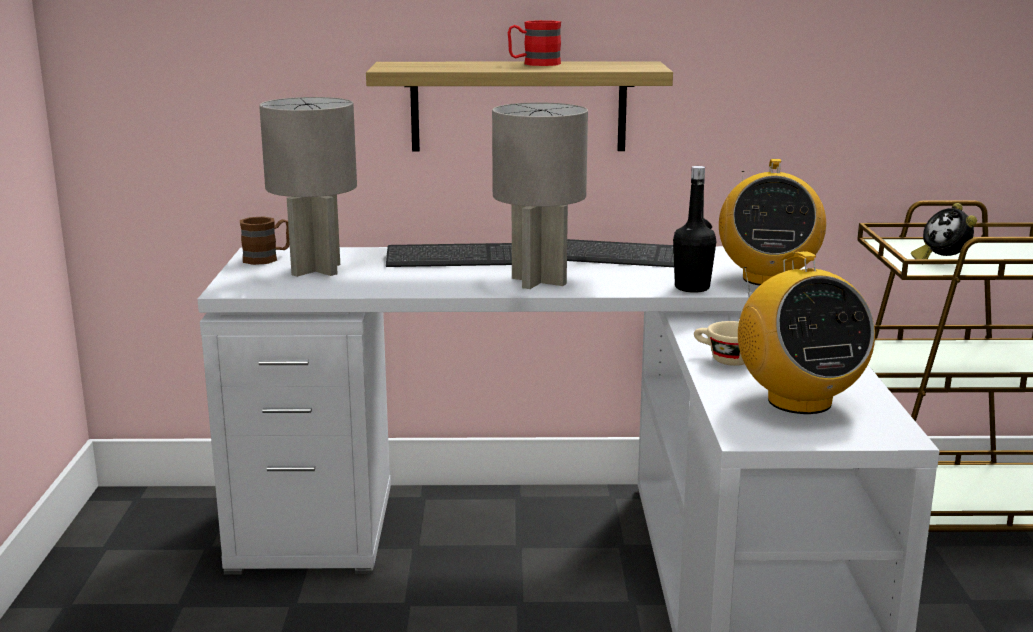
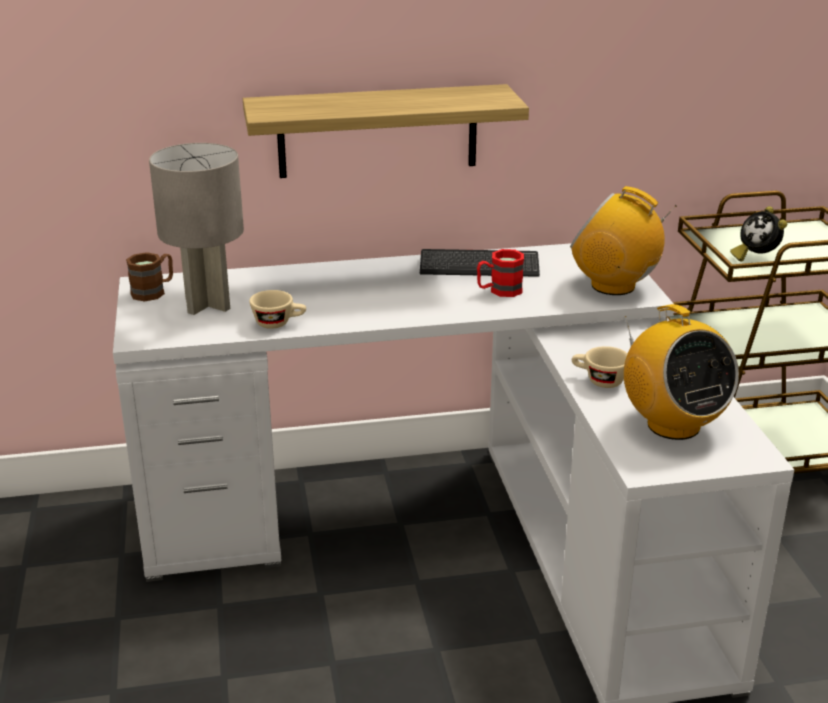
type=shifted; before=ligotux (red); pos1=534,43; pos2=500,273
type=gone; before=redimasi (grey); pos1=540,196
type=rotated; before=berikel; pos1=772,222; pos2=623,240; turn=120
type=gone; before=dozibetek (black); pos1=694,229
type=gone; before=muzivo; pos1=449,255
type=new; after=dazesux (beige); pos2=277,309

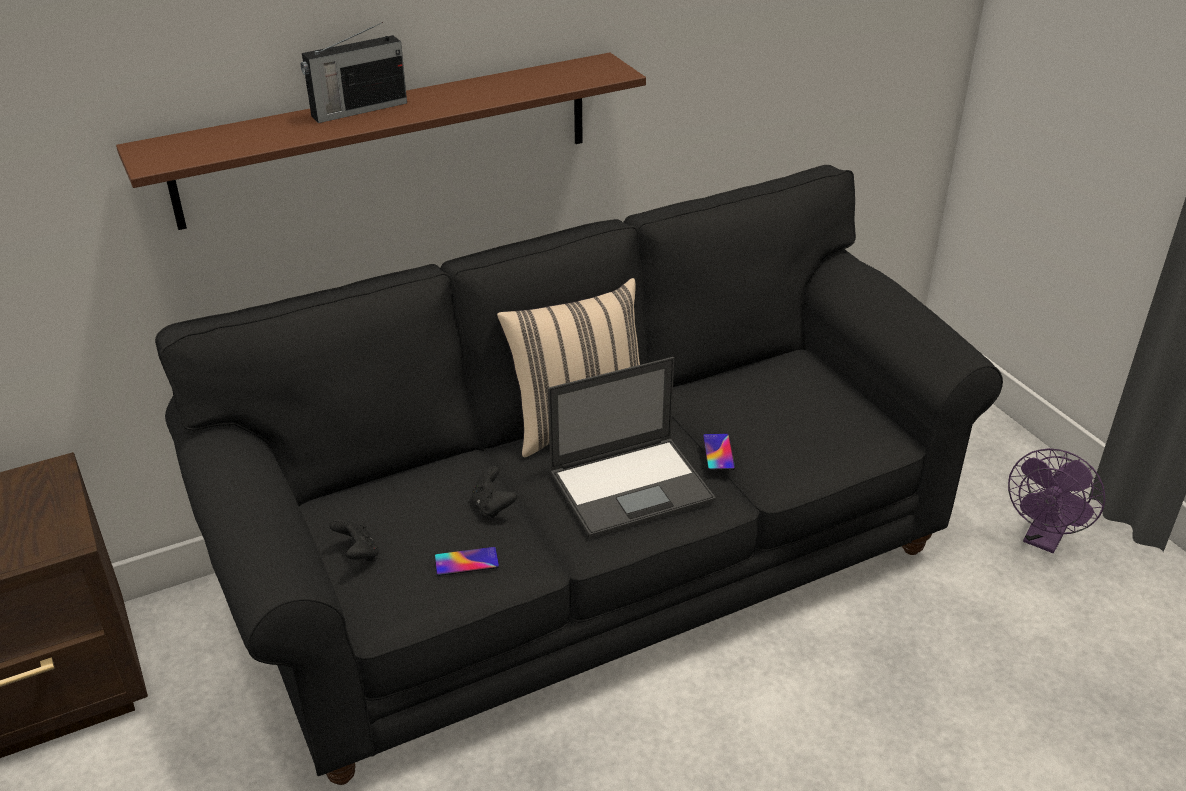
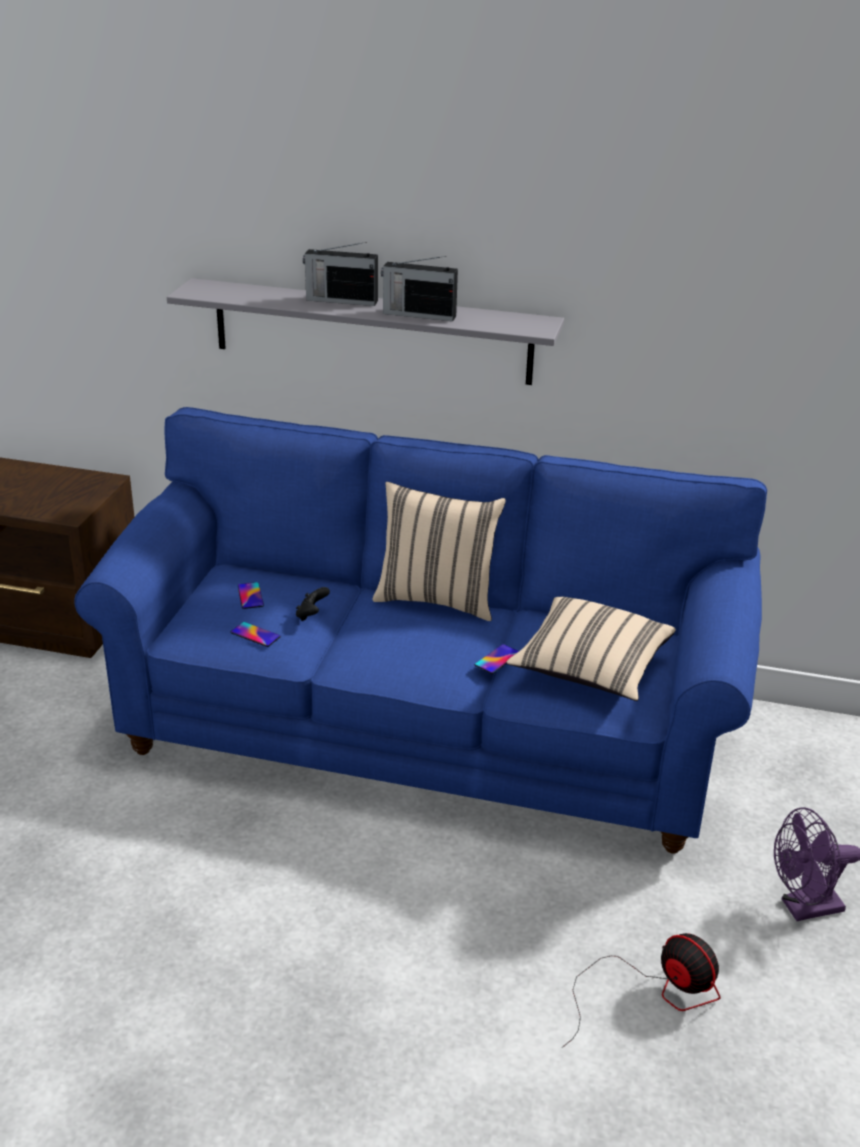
type=repainted; before=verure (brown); after=verure (grey); pos1=381,141; pos2=365,331
type=repainted; before=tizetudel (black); after=tizetudel (blue); pos1=579,475; pos2=420,630
type=gone; before=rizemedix; pos1=632,448
type=gone; before=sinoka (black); pos1=354,539
type=new; after=berikel; pos2=419,288
type=new; after=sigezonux; pos2=250,595
type=new; after=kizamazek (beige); pos2=591,649
type=new; after=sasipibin; pos2=641,990

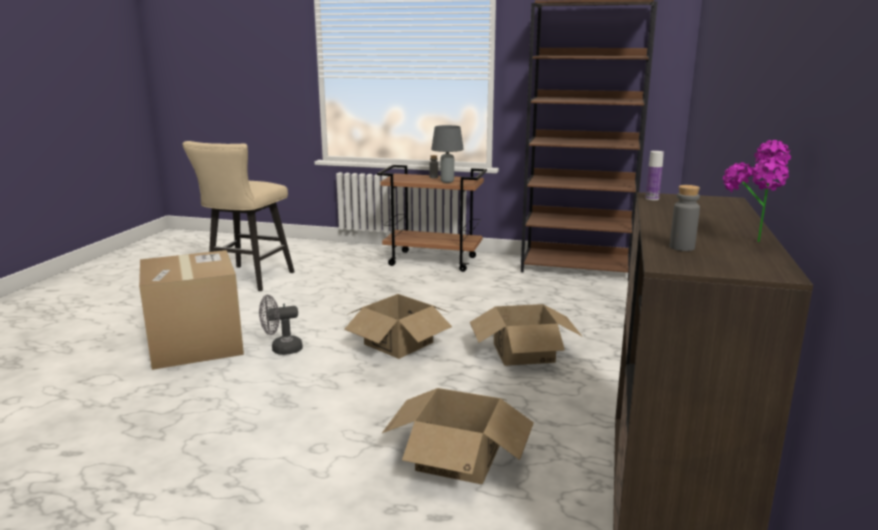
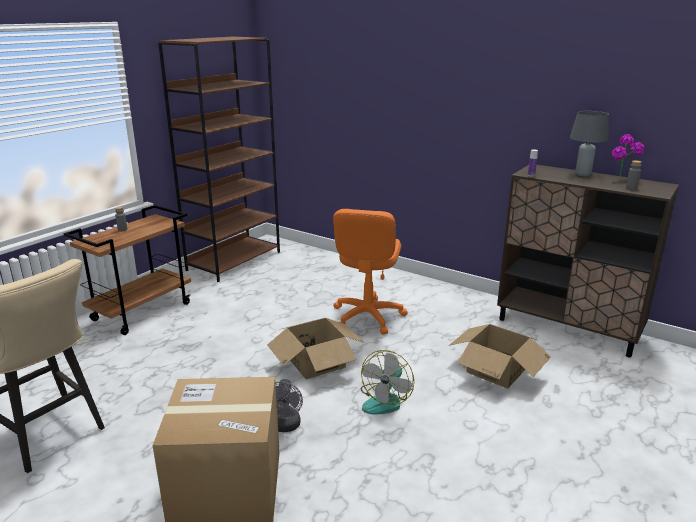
type=shifted; before=redimasi (grey); pos1=447,154; pos2=589,143
type=swapped; before=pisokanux; after=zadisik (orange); pos1=526,335; pos2=370,271
type=new; after=sasipibin; pos2=387,382

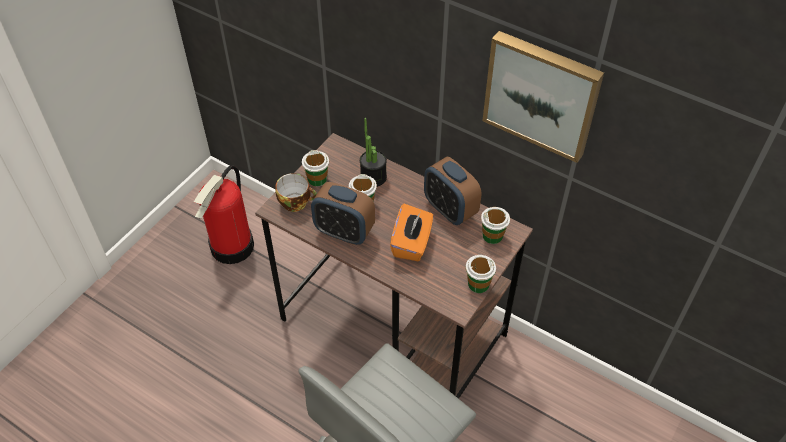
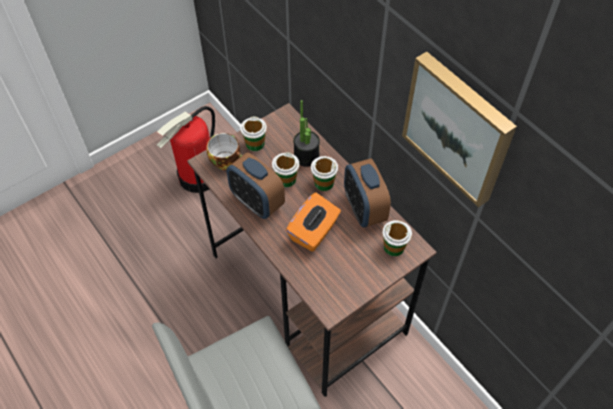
type=shifted; before=dazesux; pos1=481,274; pos2=324,173

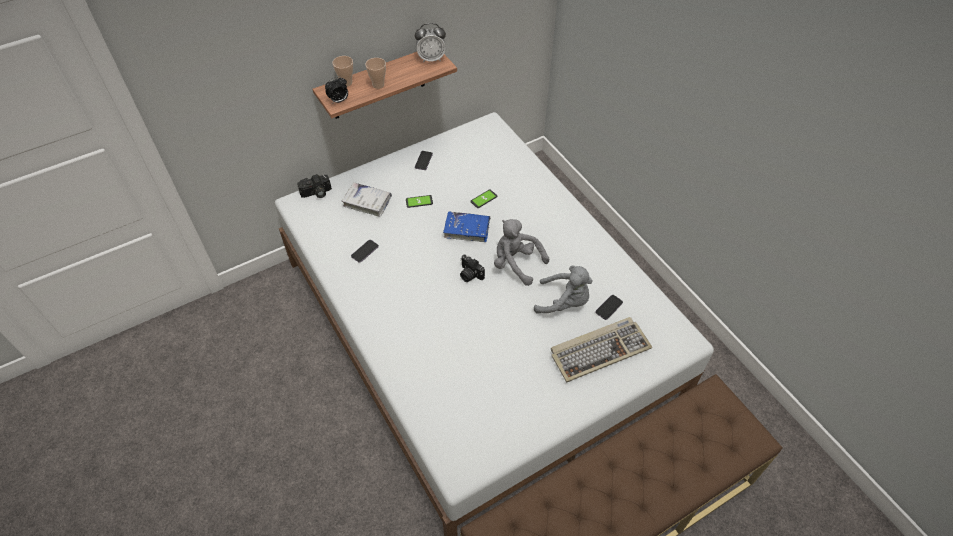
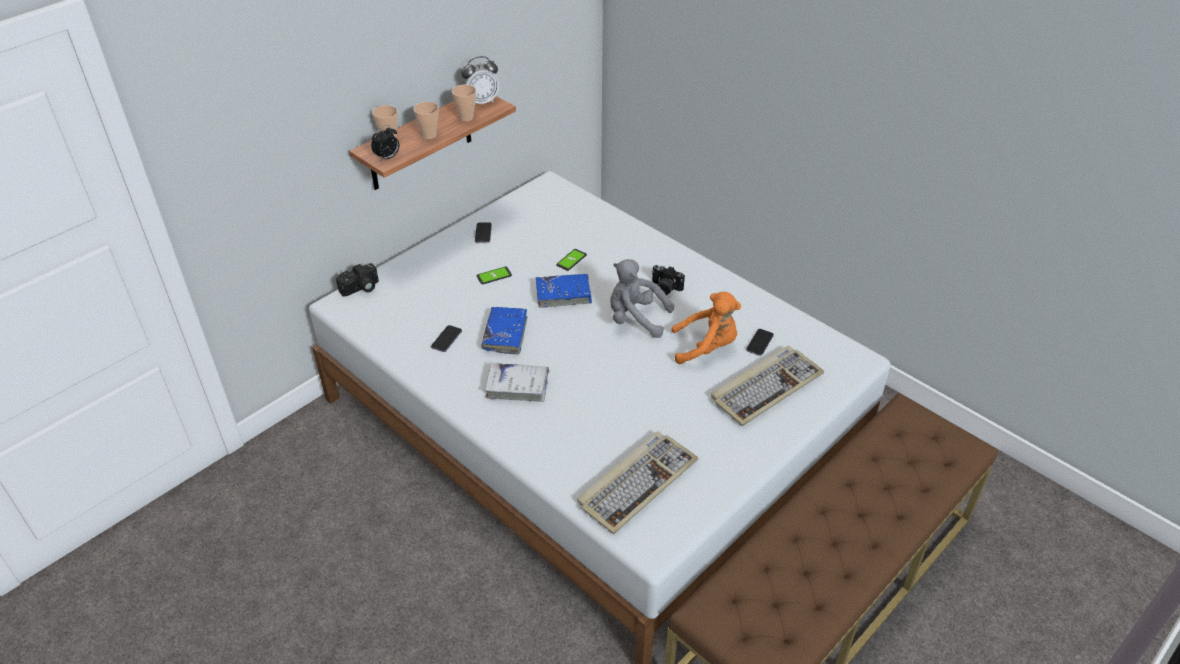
type=shifted; before=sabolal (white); pos1=367,199; pos2=516,382
type=shifted; before=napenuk; pos1=472,268; pos2=668,280
type=repainted; before=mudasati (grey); after=mudasati (orange); pos1=563,289; pos2=706,328
type=new; after=dazesux; pos2=464,102
type=new; after=sabolal (blue); pos2=504,331
type=new; after=muzivo; pos2=637,482

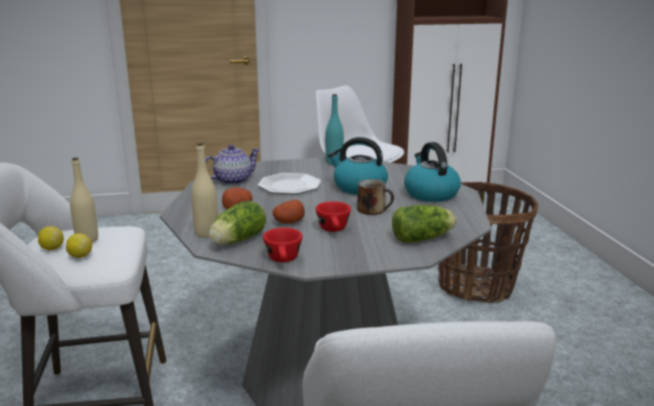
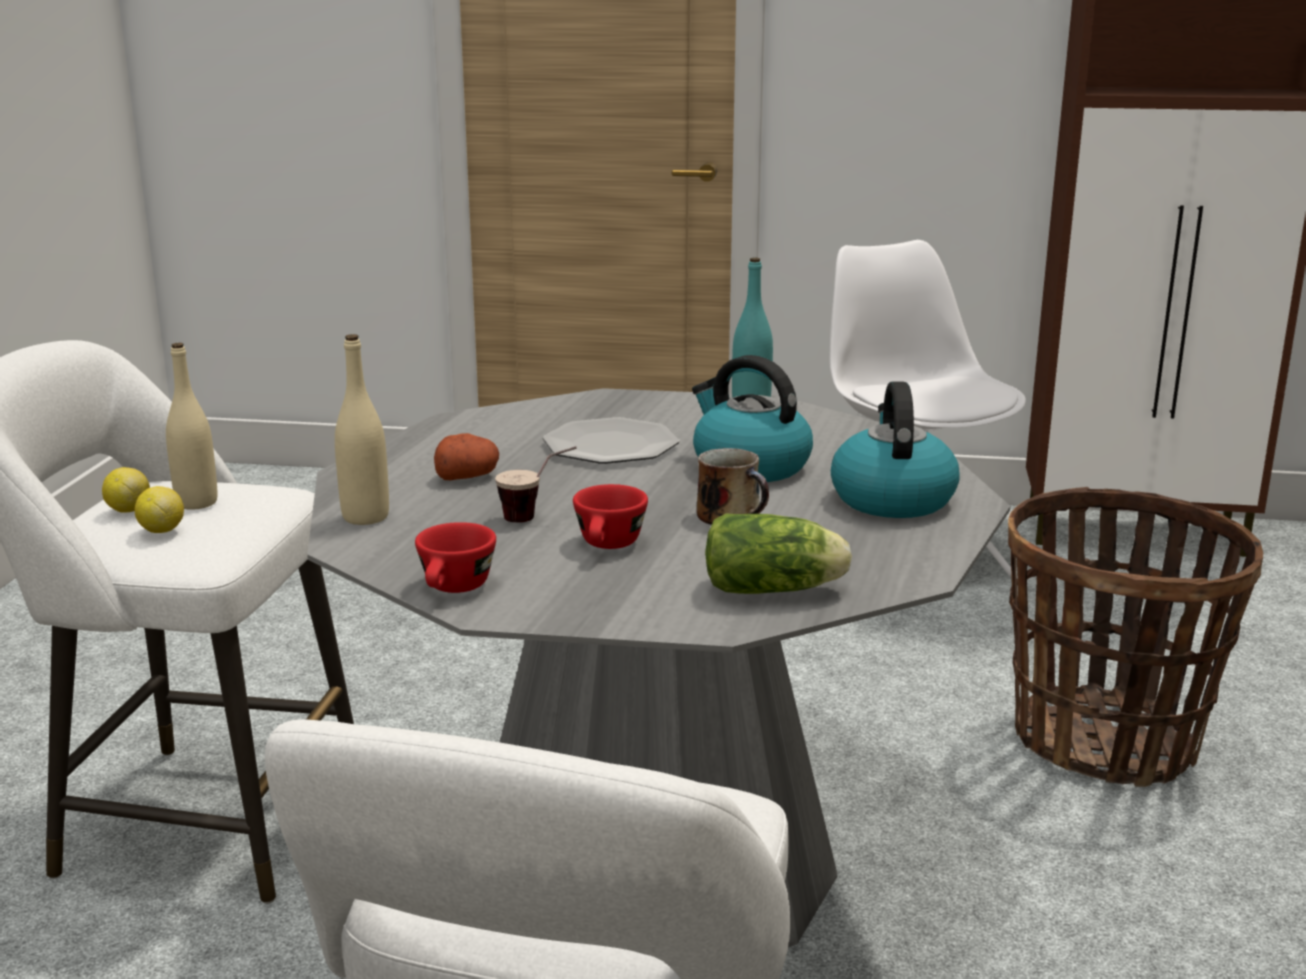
type=gone; before=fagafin; pos1=232,165
type=swapped; before=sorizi; after=dazesux; pos1=289,211; pos2=536,484
type=gone; before=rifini; pos1=237,223

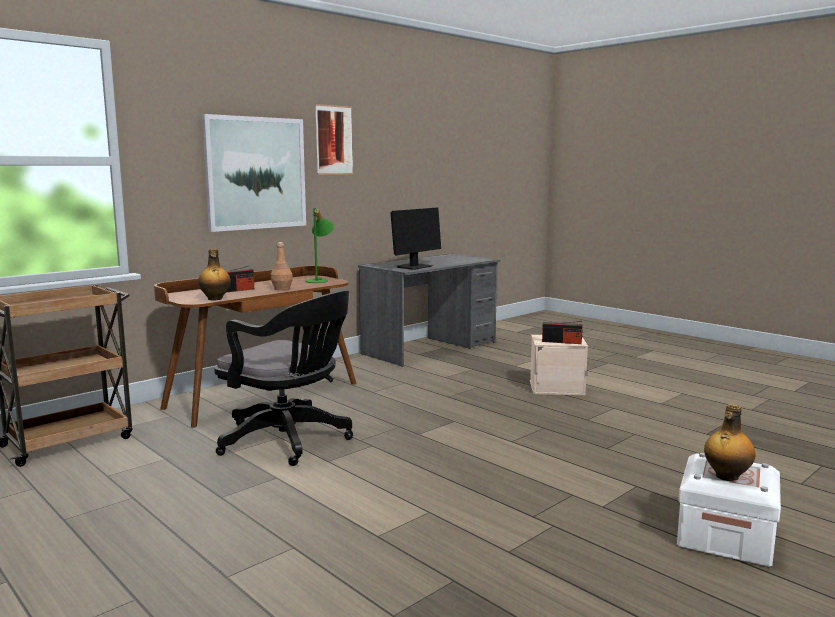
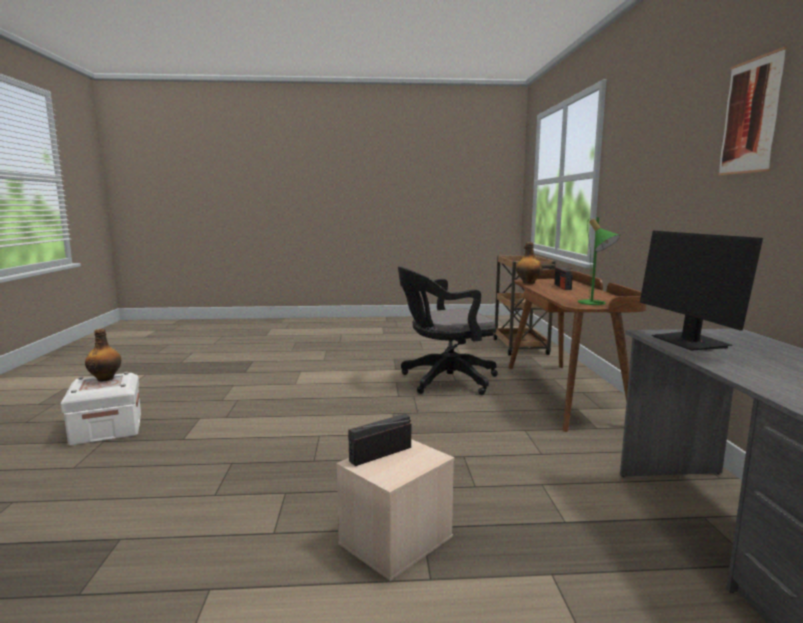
type=gone; before=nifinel; pos1=254,173
type=gone; before=dozibetek (brown); pos1=282,266

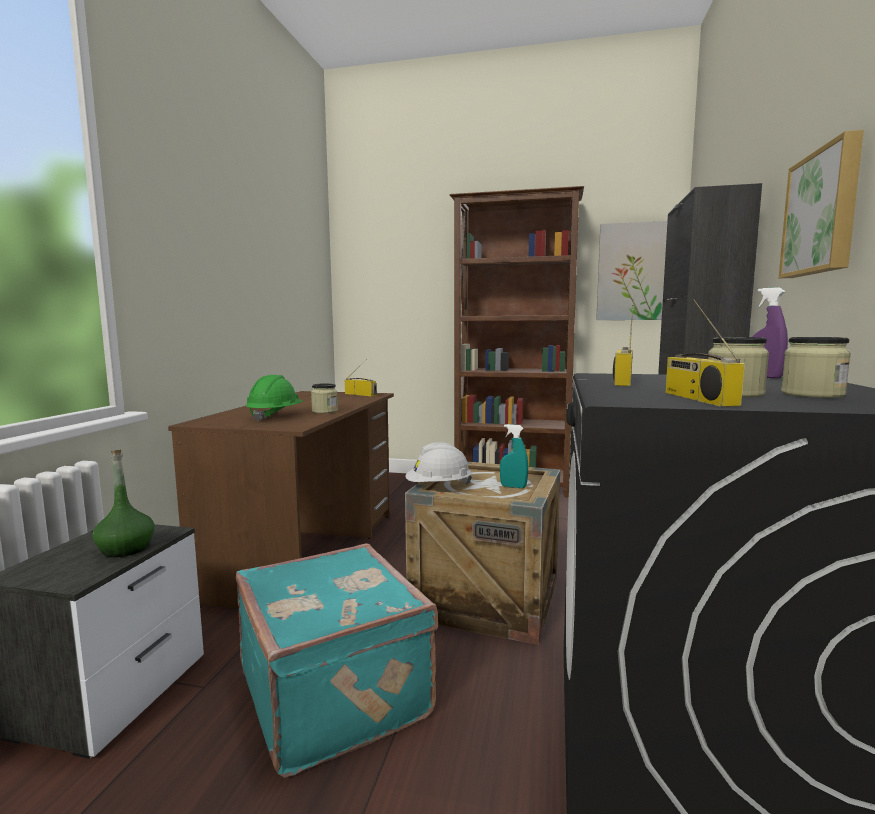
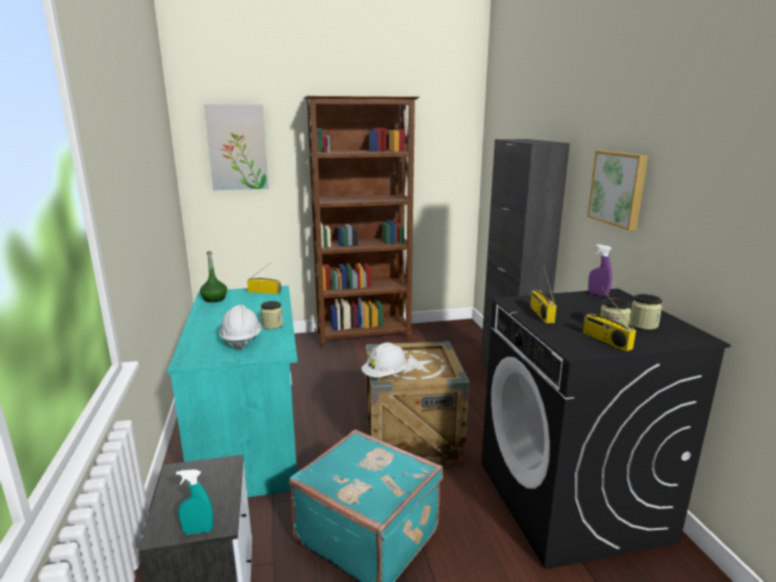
type=shifted; before=nifinel; pos1=631,270; pos2=236,147
type=repainted; before=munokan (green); after=munokan (white); pos1=274,398; pos2=240,327
type=repainted; before=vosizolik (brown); after=vosizolik (turquoise); pos1=281,500; pos2=232,391
type=shifted; before=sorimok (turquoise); pos1=514,456; pos2=195,501
type=shifted; before=dozibetek (green); pos1=123,503; pos2=213,276

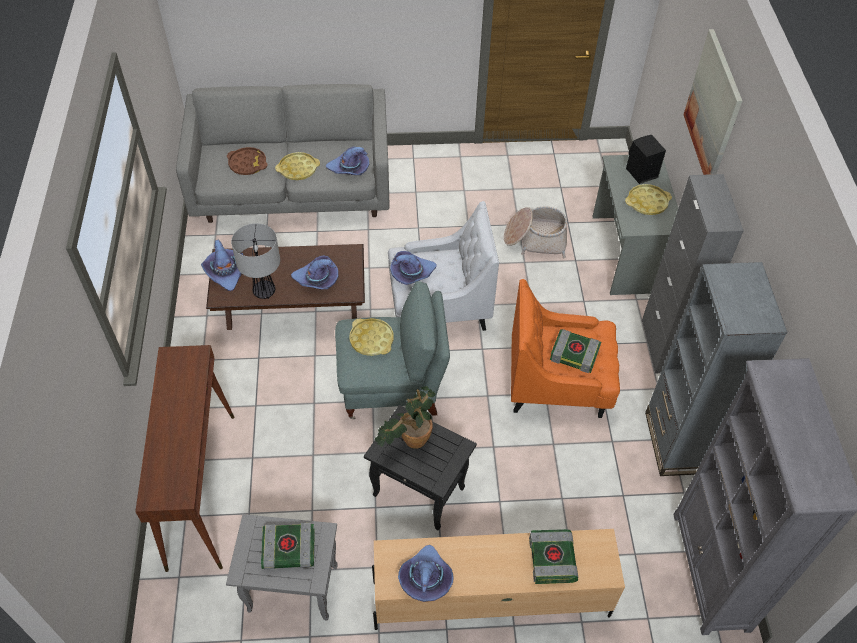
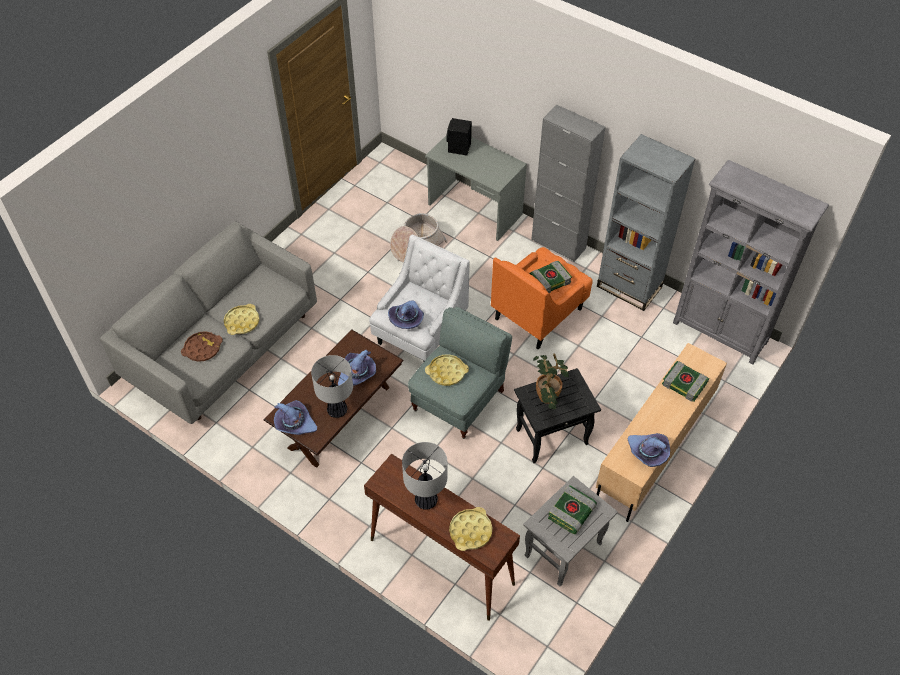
type=gone; before=nifinel; pos1=712,102
type=gone; before=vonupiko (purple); pos1=347,161
type=shifted; before=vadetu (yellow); pos1=648,199; pos2=471,529
type=new; after=redimasi; pos2=424,476

